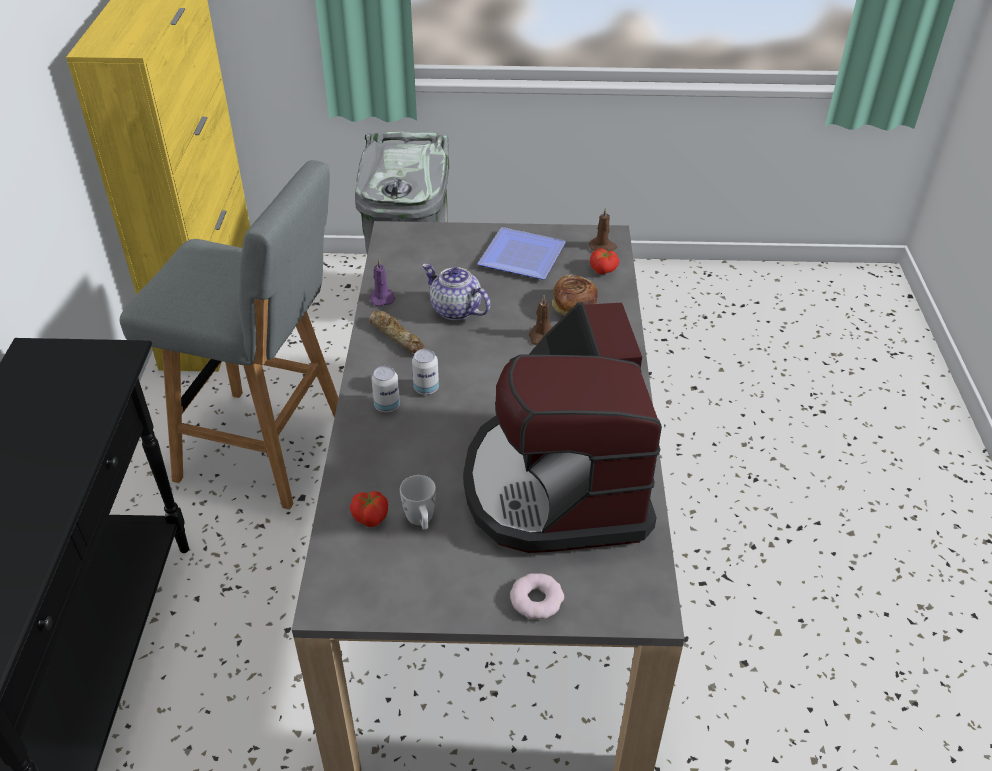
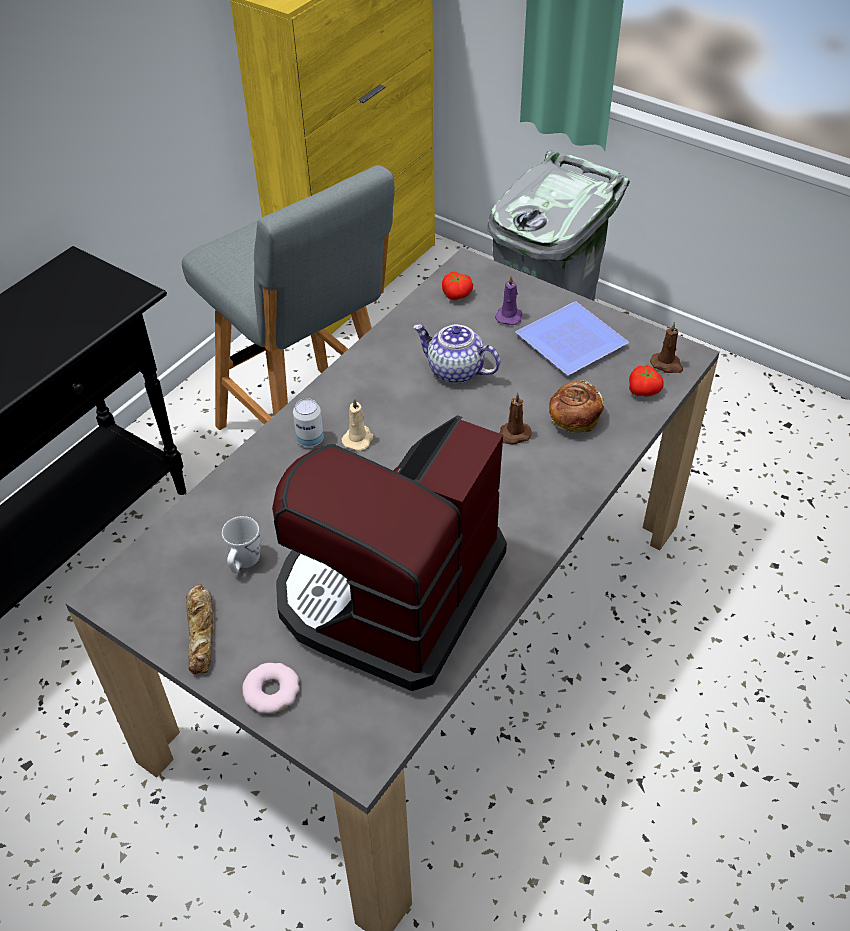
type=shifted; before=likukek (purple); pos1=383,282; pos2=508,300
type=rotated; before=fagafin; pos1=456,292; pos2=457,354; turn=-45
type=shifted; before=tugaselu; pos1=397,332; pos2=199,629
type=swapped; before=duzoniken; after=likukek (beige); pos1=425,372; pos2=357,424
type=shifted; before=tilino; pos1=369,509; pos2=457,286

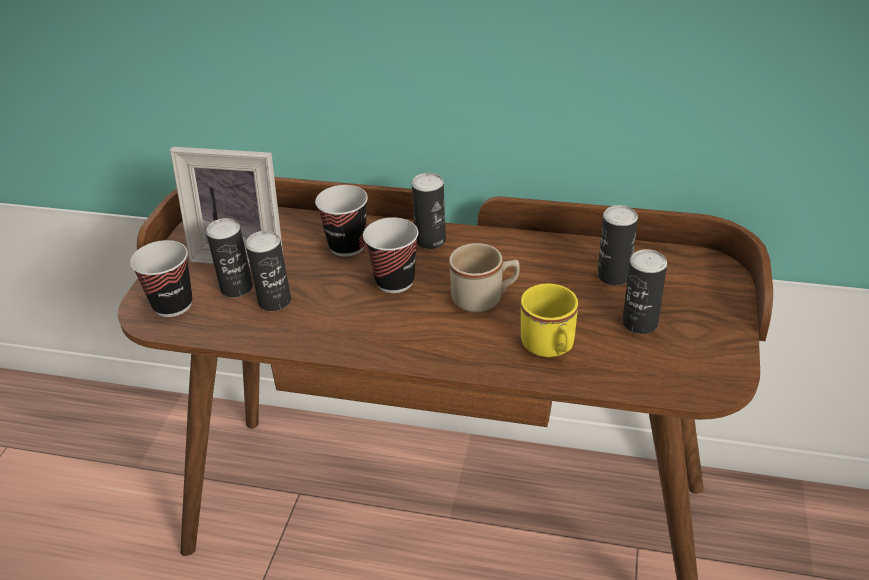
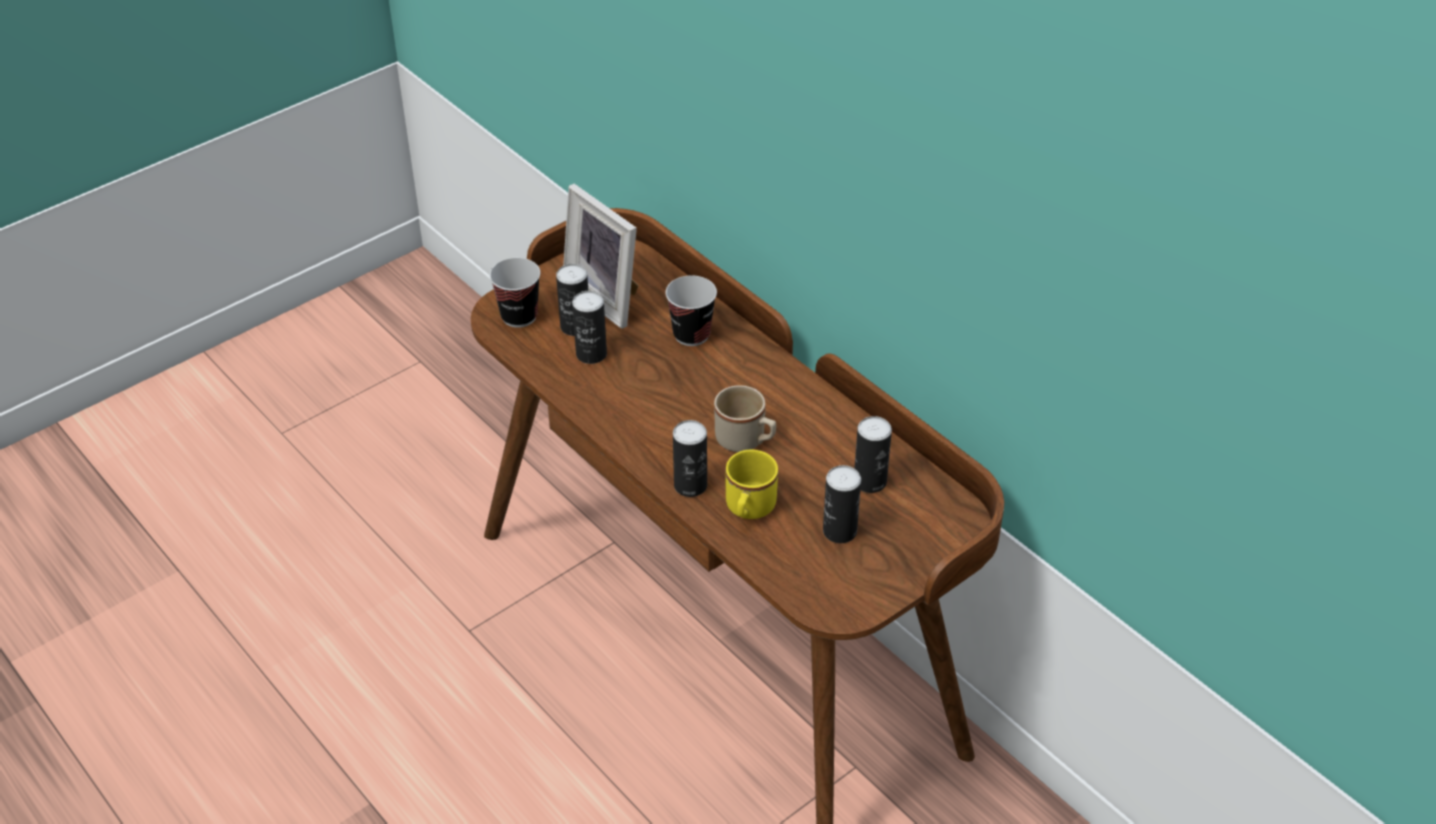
type=shifted; before=duzoniken; pos1=428,211; pos2=690,458
type=gone; before=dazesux; pos1=390,255

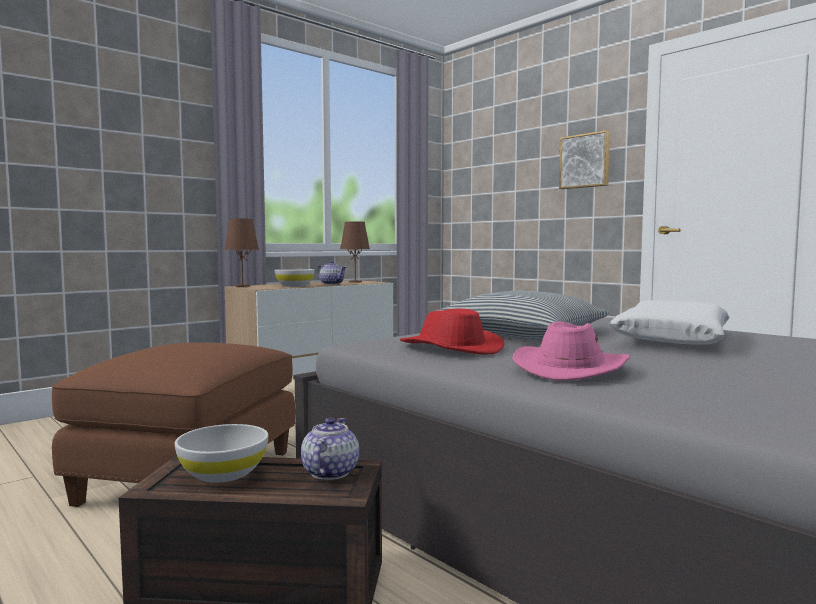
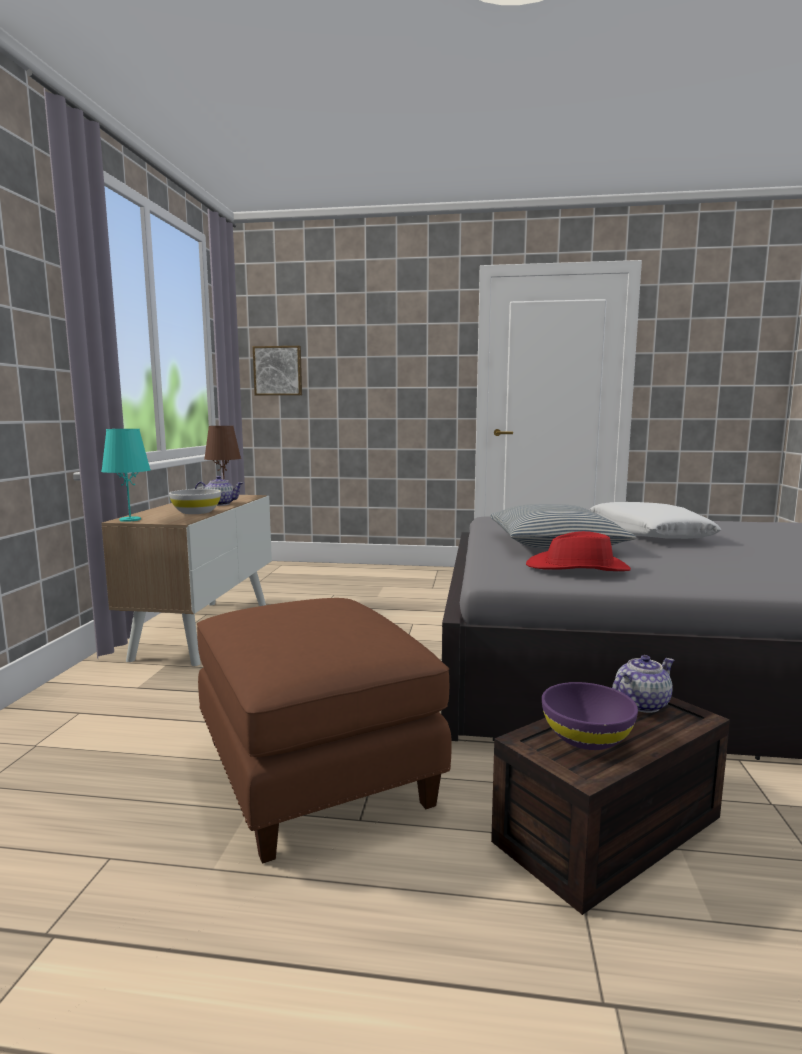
type=shifted; before=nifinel; pos1=584,159; pos2=277,371
type=repainted; before=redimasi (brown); after=redimasi (turquoise); pos1=241,252; pos2=126,475
type=gone; before=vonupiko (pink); pos1=571,351
type=rotated; before=fagafin; pos1=330,448; pos2=643,684; turn=90
type=repainted; before=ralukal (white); after=ralukal (purple); pos1=221,453; pos2=590,716

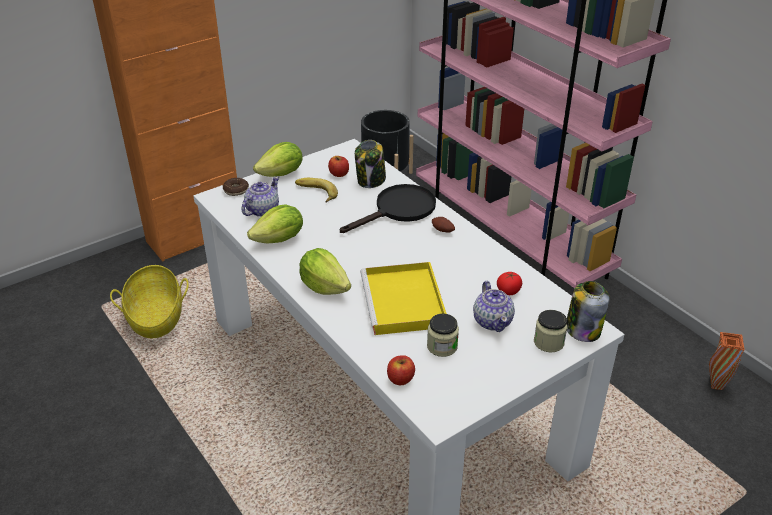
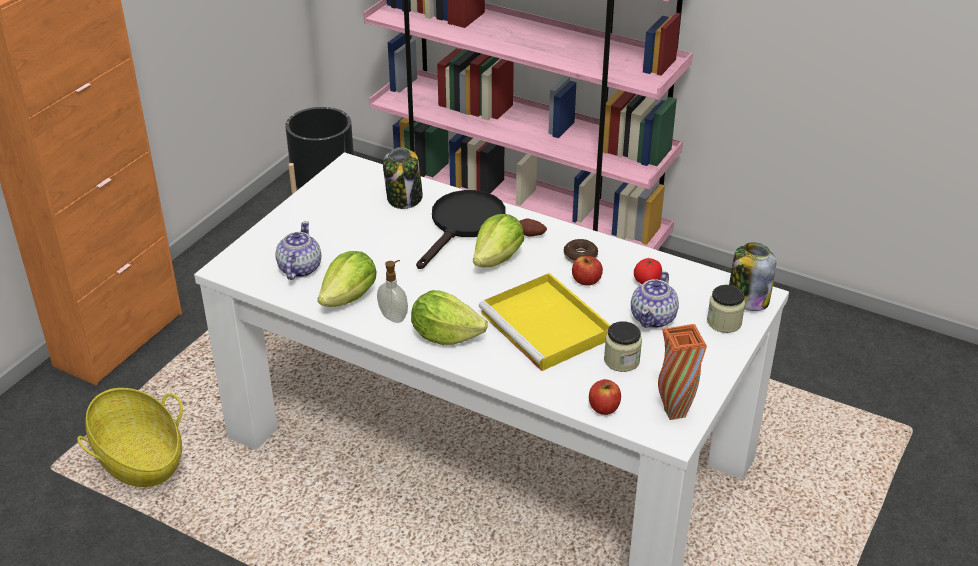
type=shifted; before=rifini; pos1=278,159; pos2=498,240
type=shifted; before=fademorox; pos1=338,166; pos2=587,271
type=shifted; before=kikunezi; pos1=236,187; pos2=581,251
type=gone; before=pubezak; pos1=316,190
type=rotated; before=fagafin; pos1=494,306; pos2=655,300; turn=60
type=shifted; before=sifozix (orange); pos1=727,361; pos2=682,372
type=new; after=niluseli; pos2=392,291

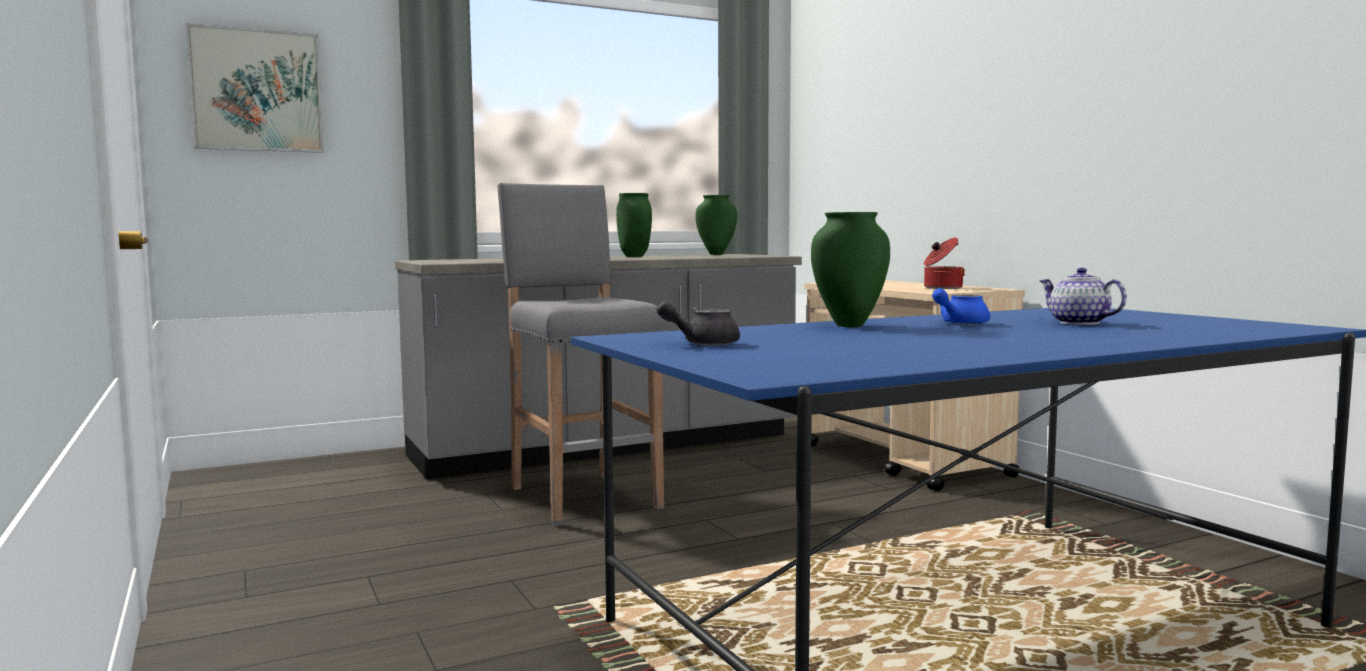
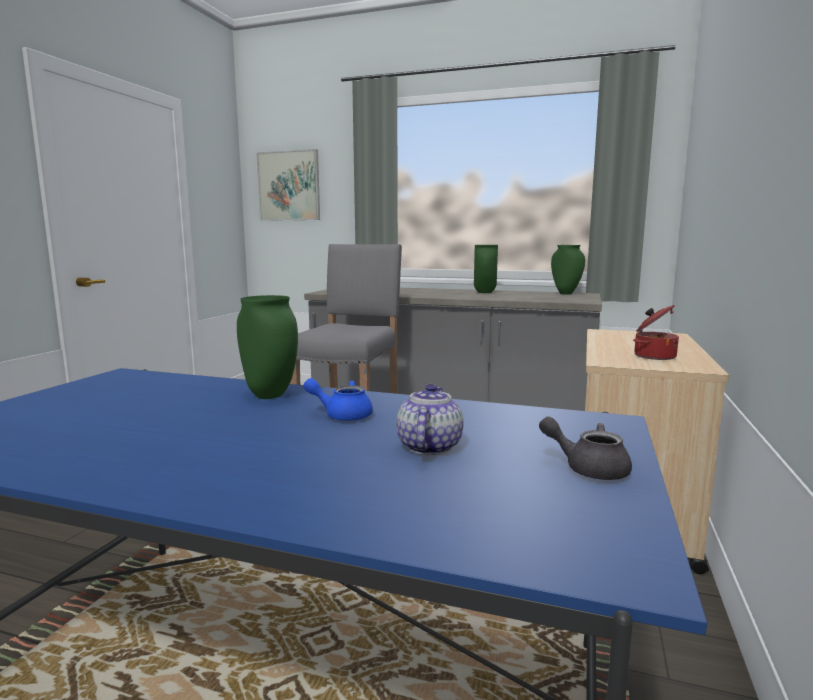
type=shifted; before=fagafin (grey); pos1=698,323; pos2=585,448

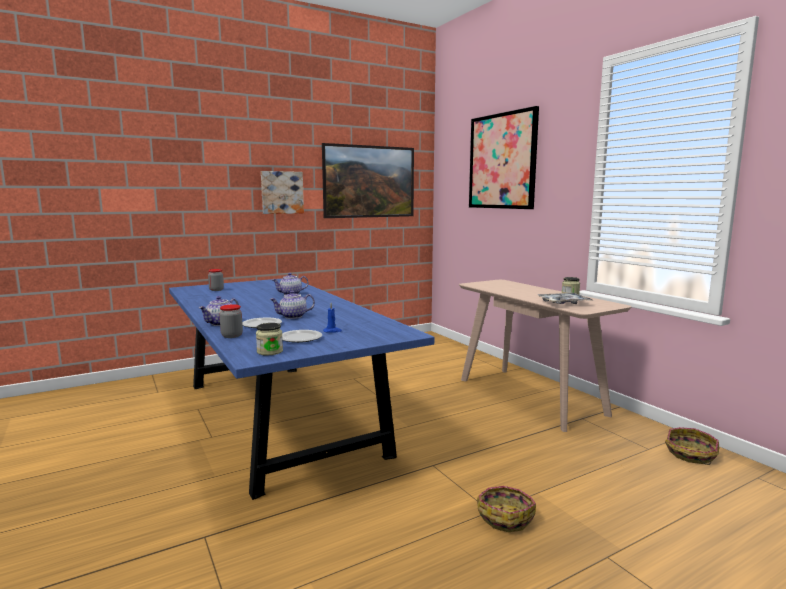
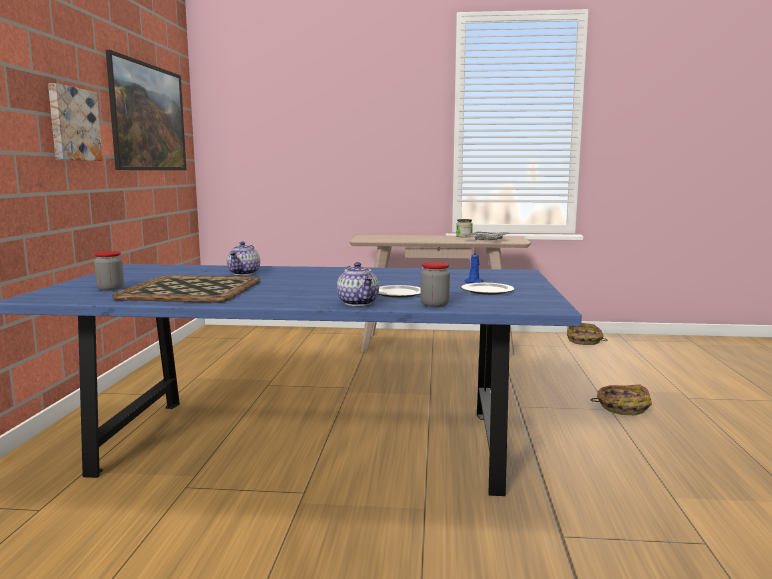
type=gone; before=nifinel; pos1=504,157
type=gone; before=fagafin; pos1=292,305
type=gone; before=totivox; pos1=269,339
type=new; after=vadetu; pos2=186,289

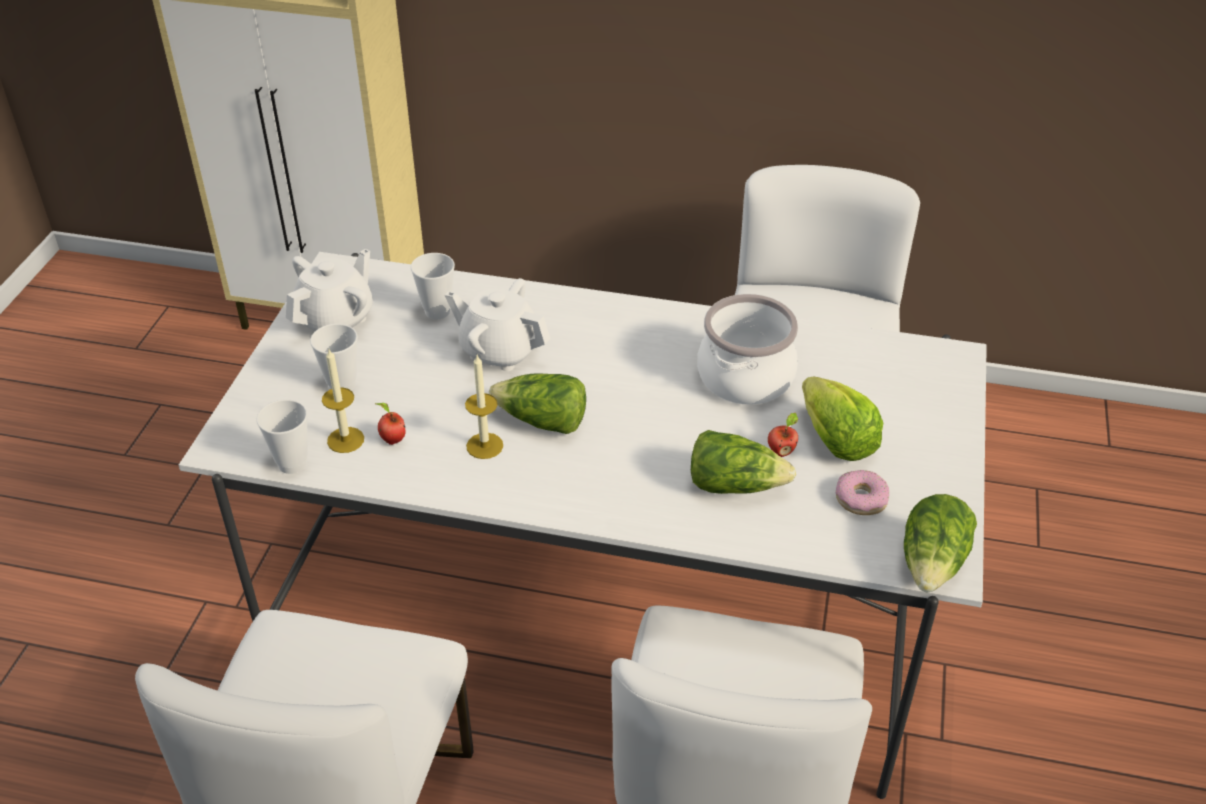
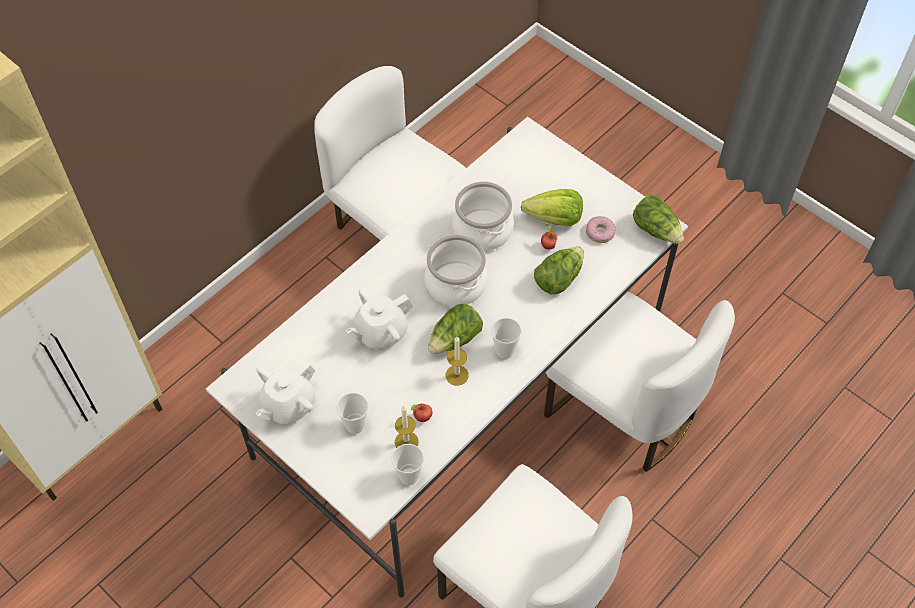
type=rotated; before=fagafin (white); pos1=329,290; pos2=286,393; turn=-120
type=shifted; before=dazesux; pos1=433,286; pos2=506,338
type=new; after=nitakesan; pos2=456,270

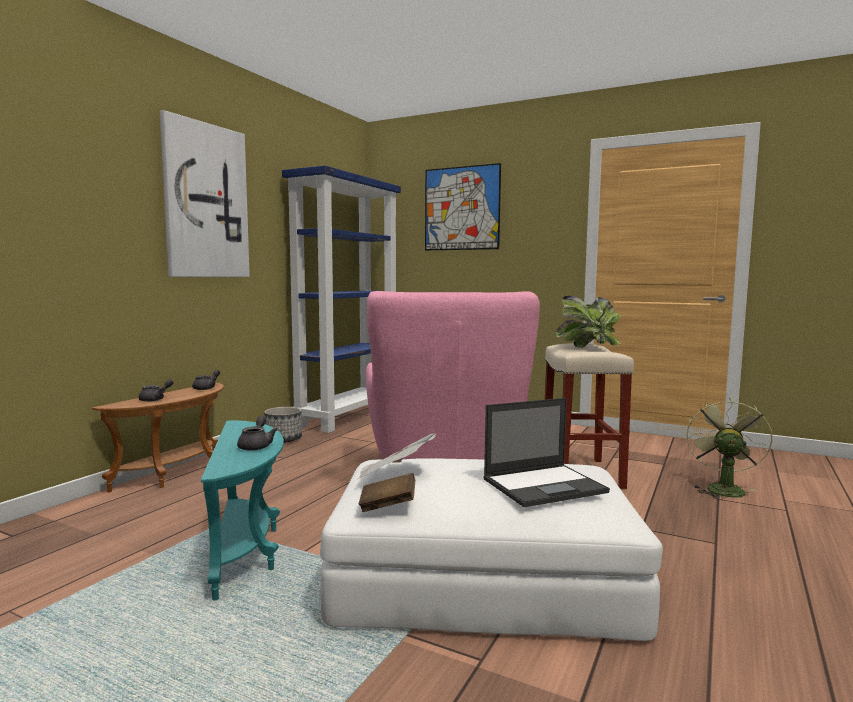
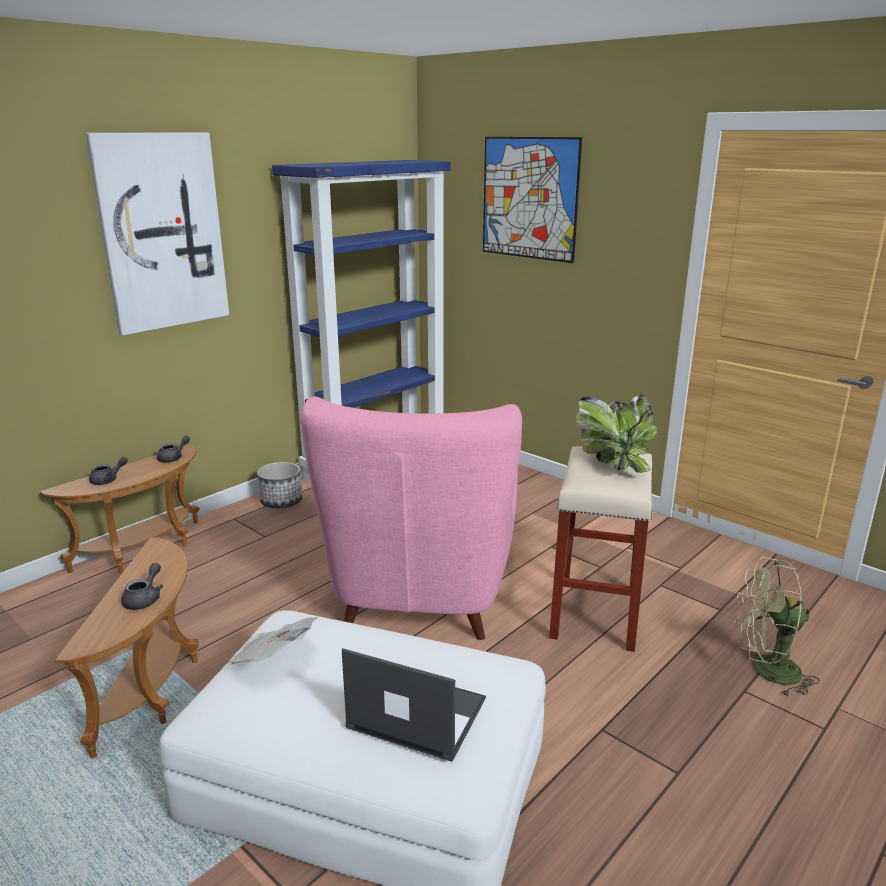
type=rotated; before=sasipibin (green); pos1=729,448; pos2=777,627; turn=-120
type=rotated; before=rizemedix; pos1=546,452; pos2=414,705; turn=-150
type=repainted; before=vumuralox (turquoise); after=vumuralox (brown); pos1=242,510; pos2=127,648
type=gone; before=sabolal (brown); pos1=387,492

